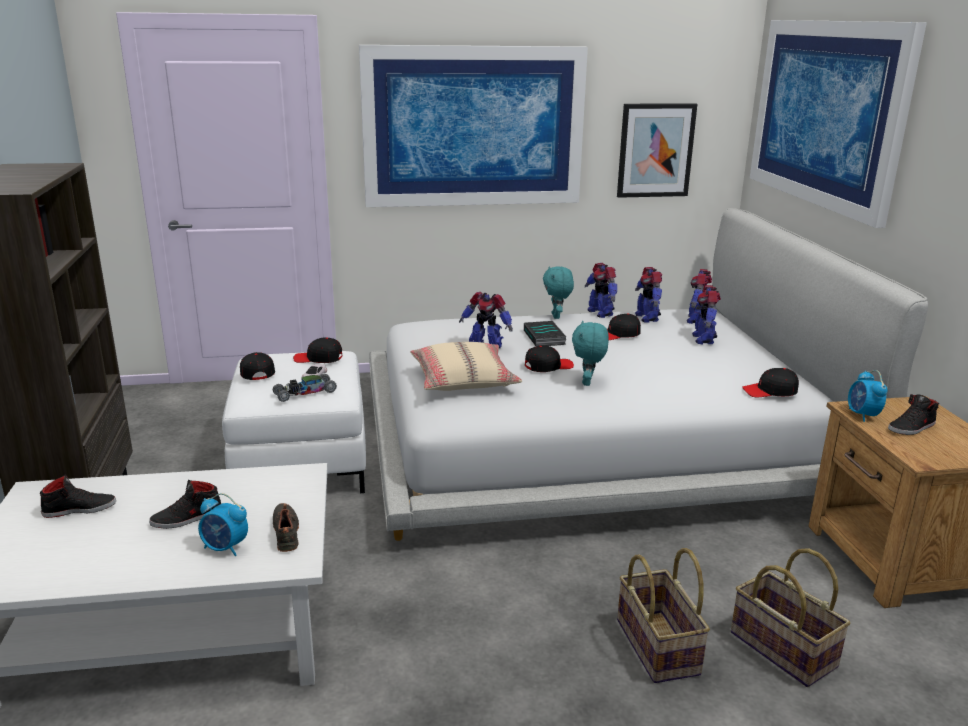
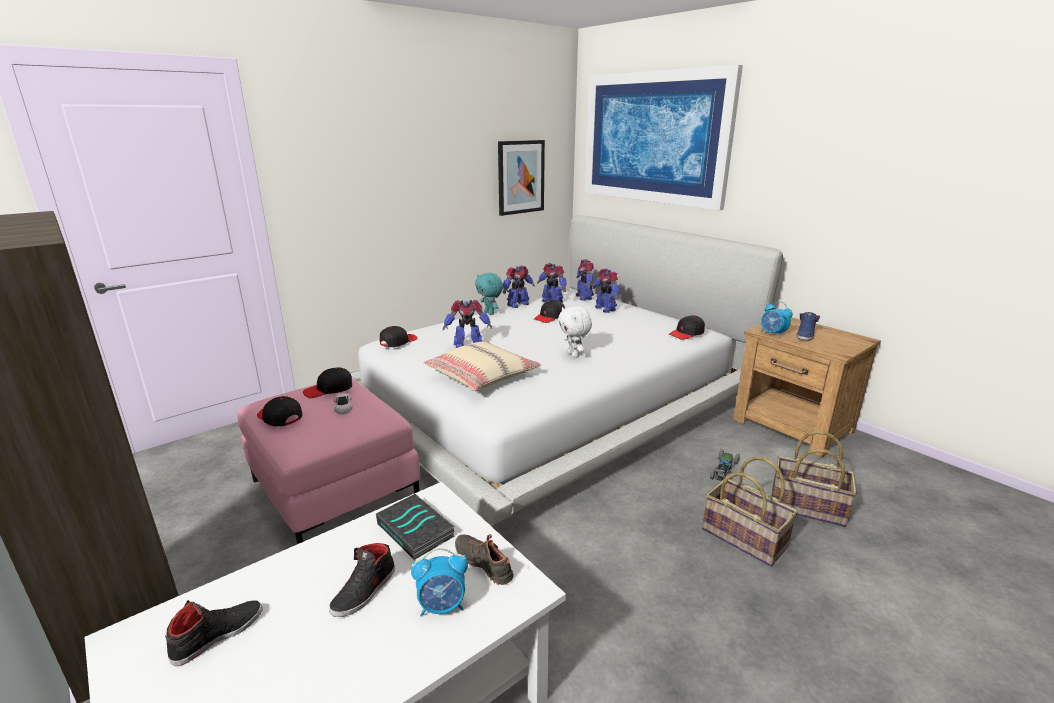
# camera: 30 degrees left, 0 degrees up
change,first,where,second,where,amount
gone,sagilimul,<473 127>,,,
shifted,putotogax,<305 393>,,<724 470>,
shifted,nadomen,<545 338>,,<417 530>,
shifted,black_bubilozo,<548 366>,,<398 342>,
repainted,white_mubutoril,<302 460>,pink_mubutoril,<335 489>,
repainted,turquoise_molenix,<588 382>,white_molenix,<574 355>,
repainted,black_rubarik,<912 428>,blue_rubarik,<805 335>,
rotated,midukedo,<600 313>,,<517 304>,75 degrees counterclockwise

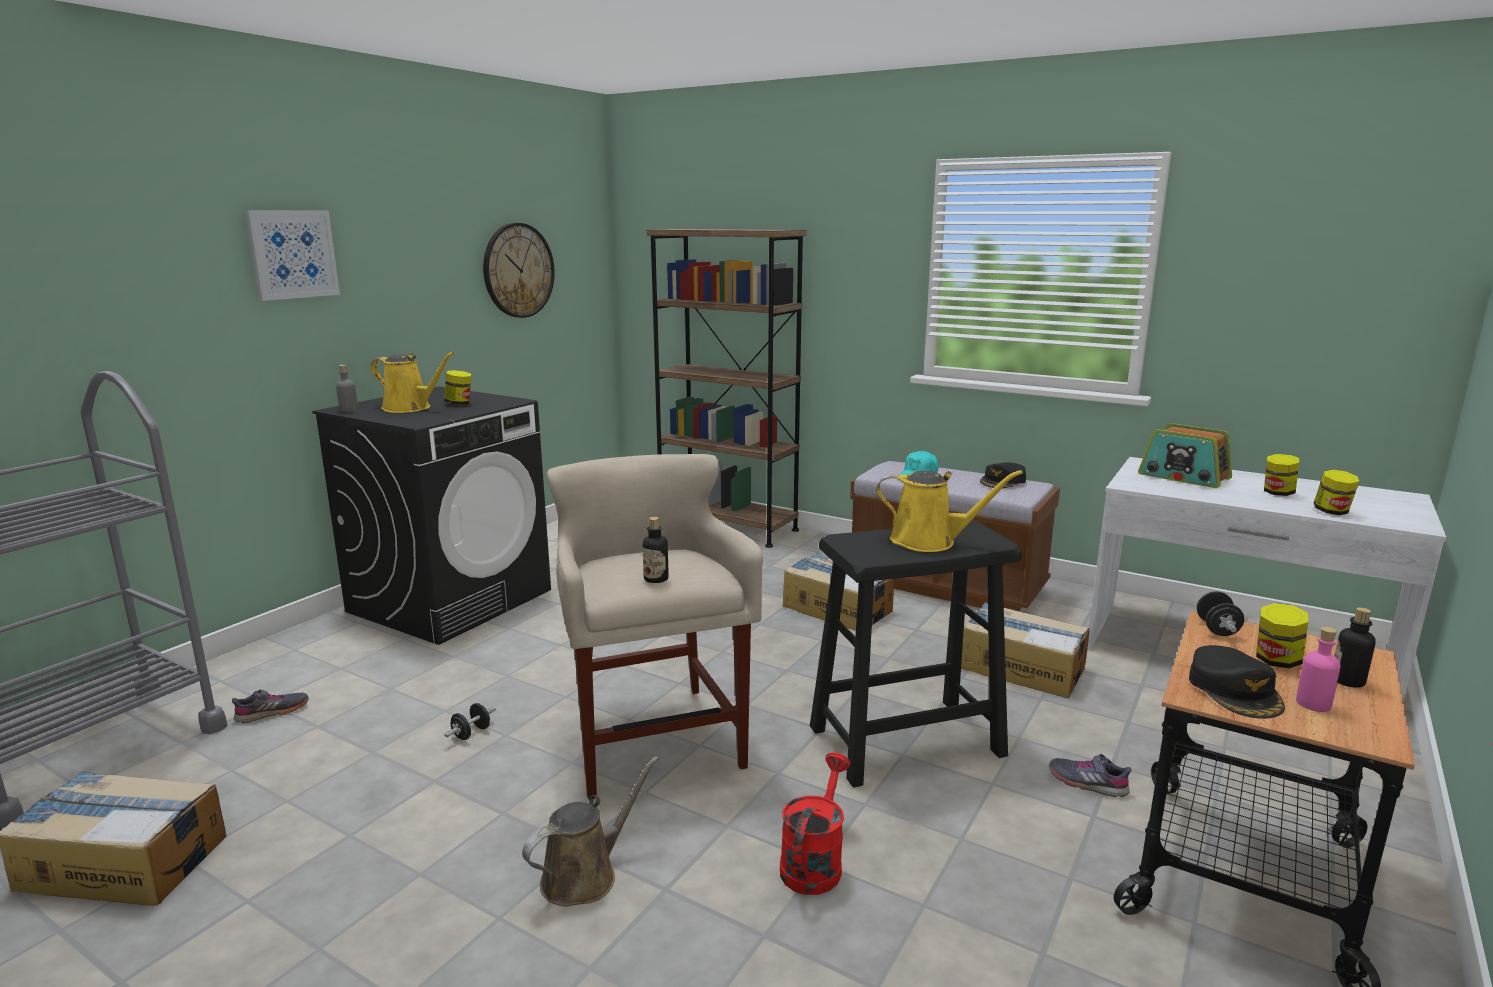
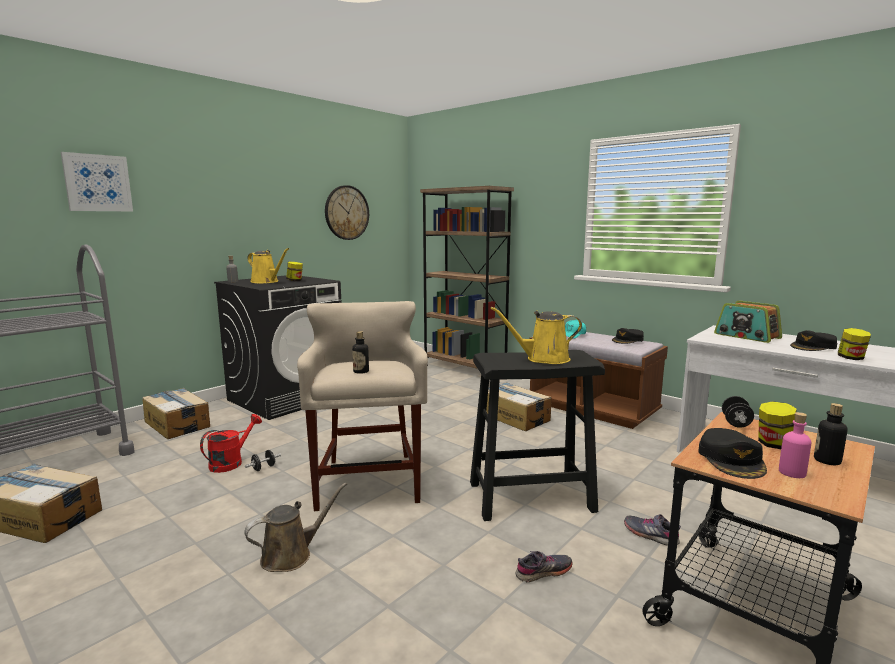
# camera: 10 degrees right, 5 degrees down
change,first,where,second,where,amount
shifted,grey_rubarik,<272 712>,,<544 572>,
shifted,sagilimul,<292 254>,,<97 183>,
shifted,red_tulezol,<814 862>,,<231 462>,
shifted,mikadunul,<1021 667>,,<177 424>,
swapped,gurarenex,<1277 493>,black_bubilozo,<813 347>,
rotated,yellow_tulezol,<929 541>,,<543 359>,150 degrees clockwise

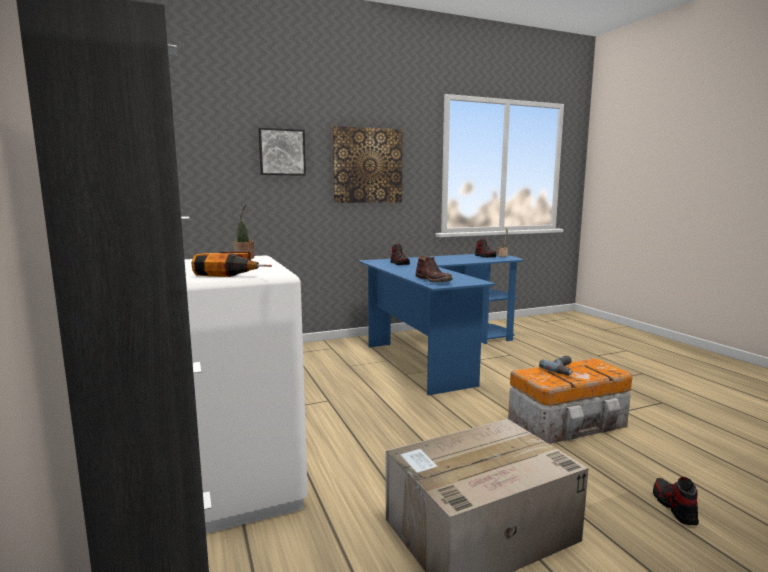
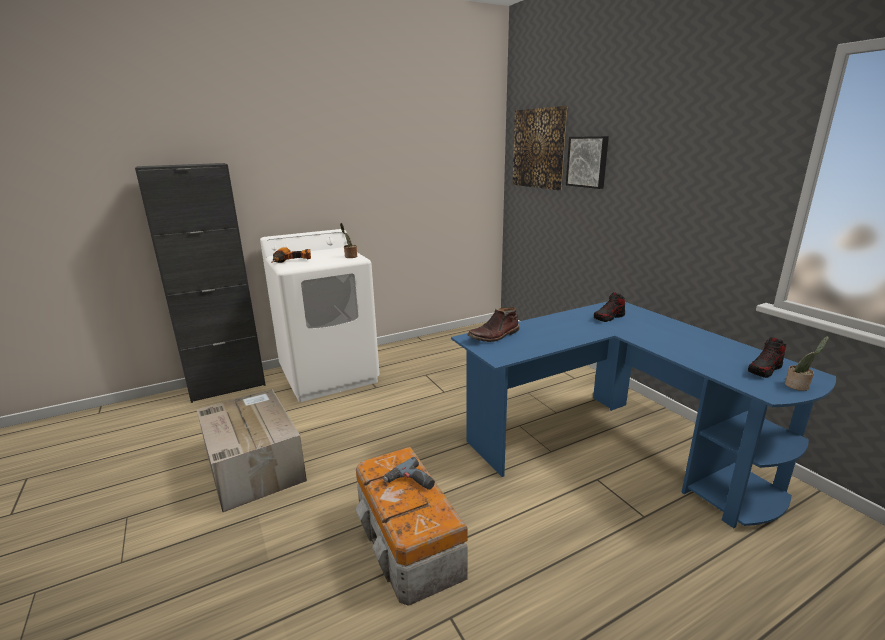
# camera: 85 degrees right, 10 degrees up
change,first,where,second,where,amount
gone,rubarik,<674 507>,,,
shifted,sagilimul,<367 165>,,<539 148>,

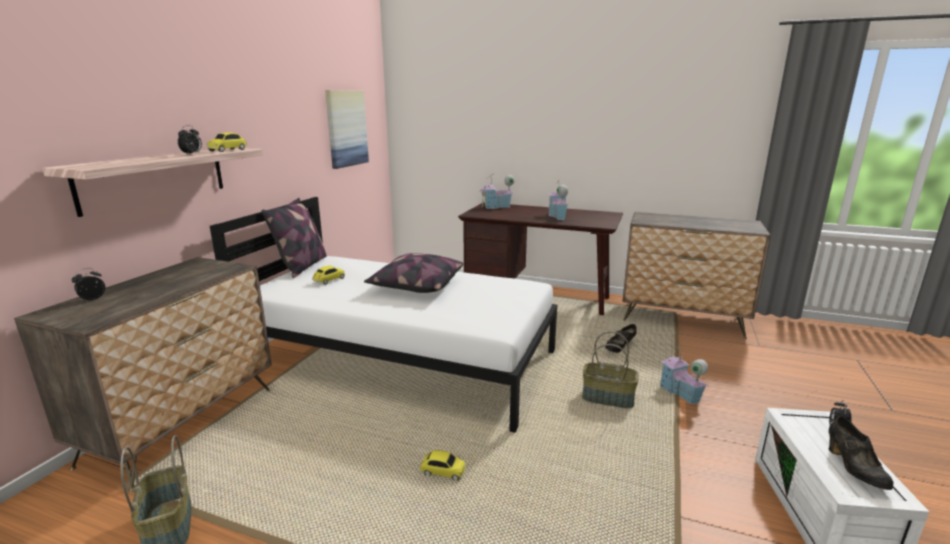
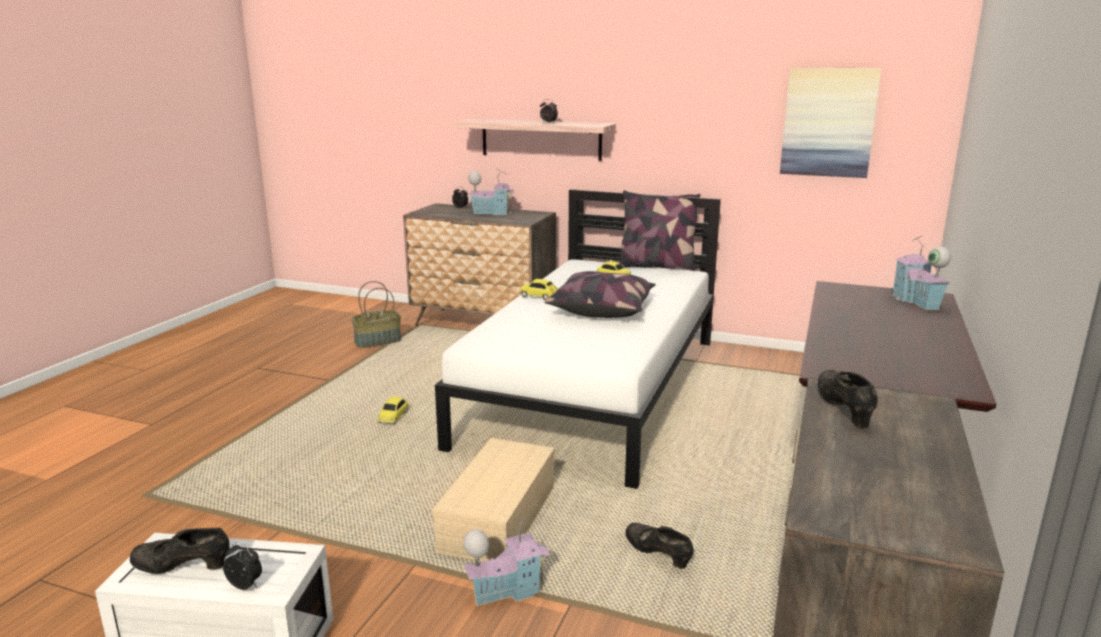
# camera: 90 degrees right, 0 degrees up
change,first,where,second,where,amount
new,,,black_rubarik,<844 411>,
shifted,putotogax,<228 150>,,<539 296>,
shifted,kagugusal,<558 216>,,<492 212>,
swapped,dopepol,<608 398>,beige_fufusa,<499 520>,

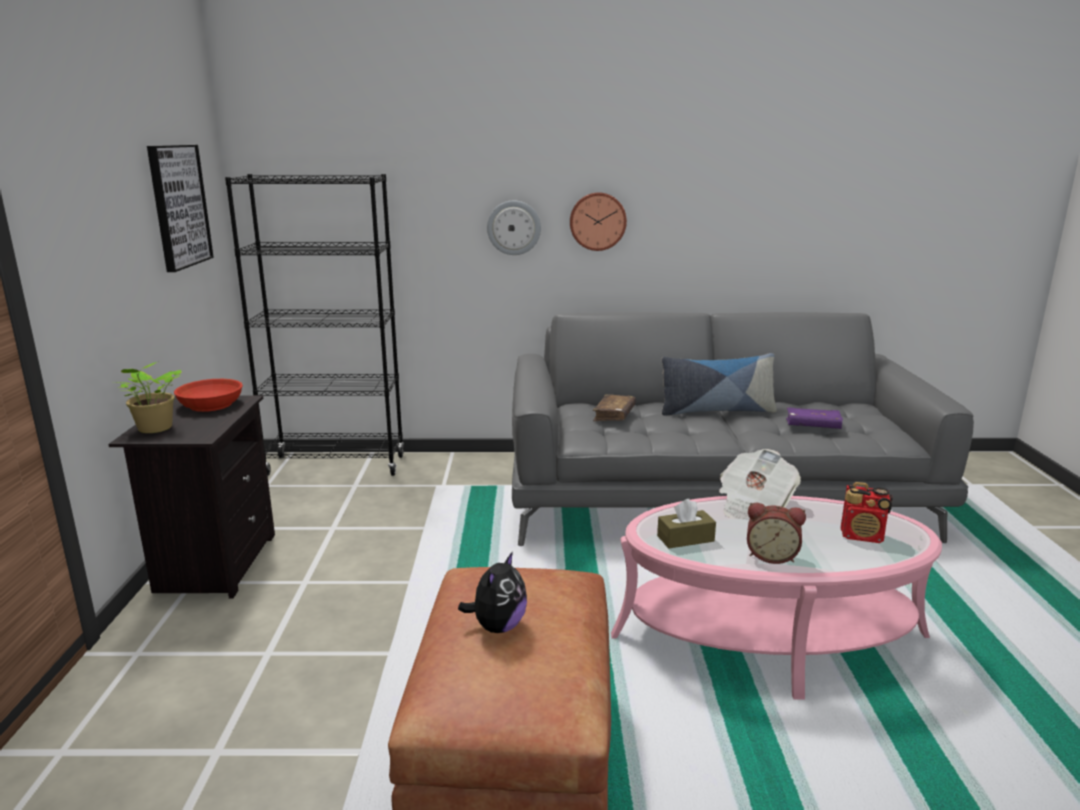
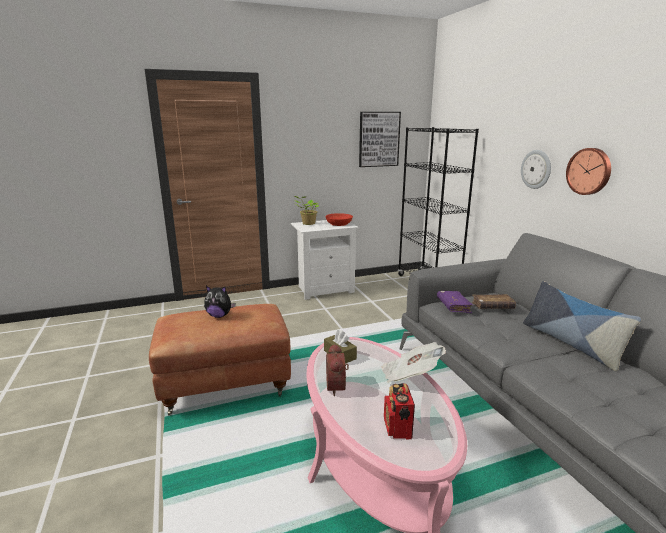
# camera: 70 degrees right, 0 degrees up
change,first,where,second,where,amount
shifted,purple_nadomen,<812 426>,,<453 306>,
repainted,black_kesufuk,<214 563>,white_kesufuk,<324 289>,

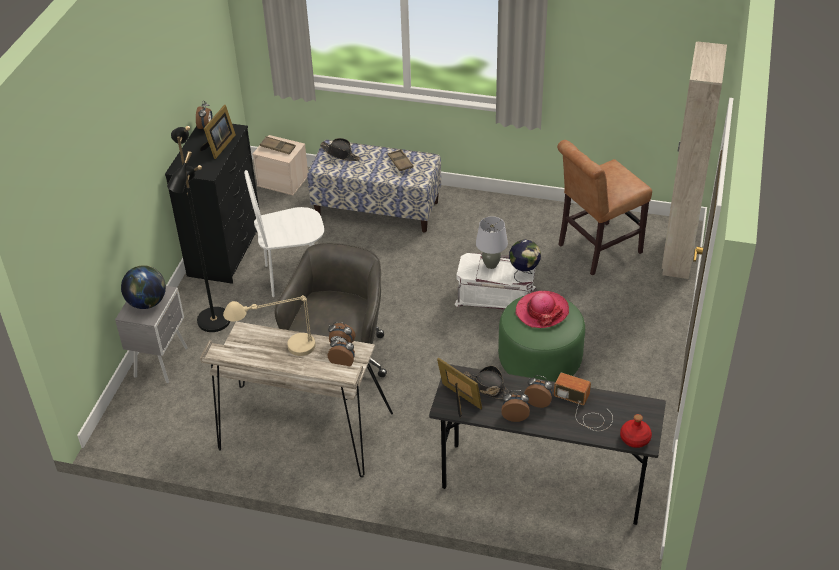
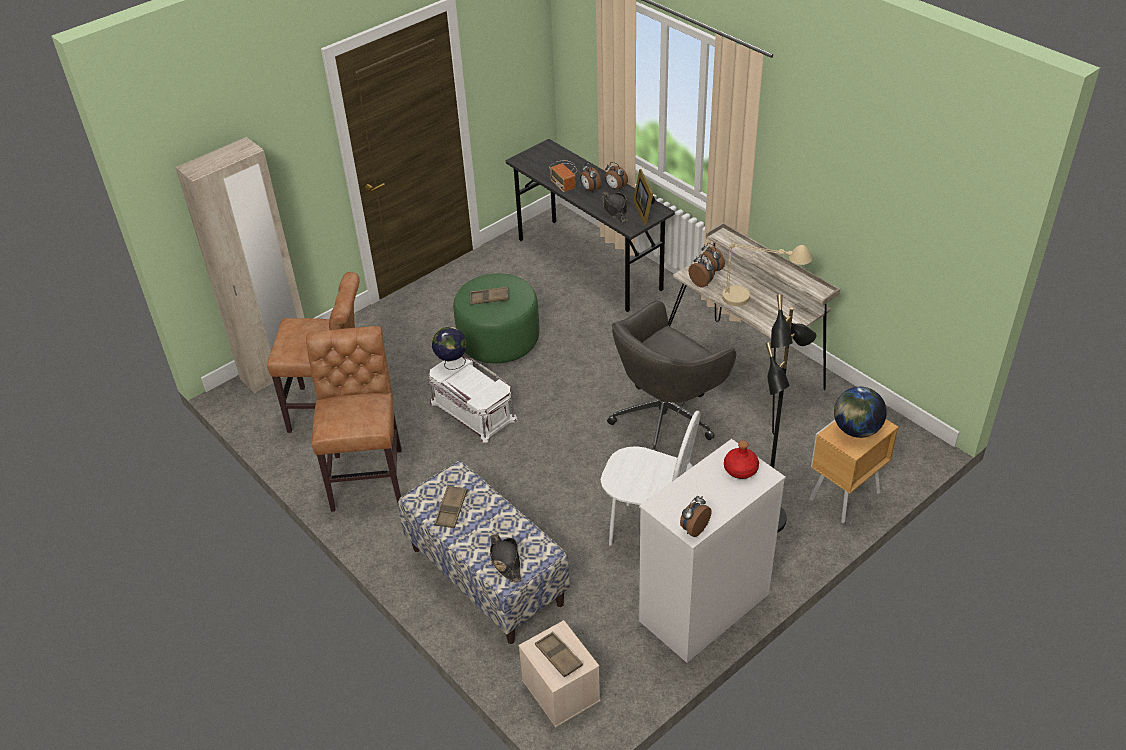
# camera: 145 degrees left, 0 degrees up
change,first,where,second,where,amount
gone,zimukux,<219 146>,,,
gone,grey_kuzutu,<491 265>,,,
new,,,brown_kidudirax,<368 475>,
shifted,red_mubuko,<635 438>,,<740 469>,
swapped,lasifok,<542 311>,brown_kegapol,<489 298>,
repainted,grey_kesufuk,<162 362>,brown_kesufuk,<842 497>,
repainted,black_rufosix,<225 251>,white_rufosix,<703 608>,

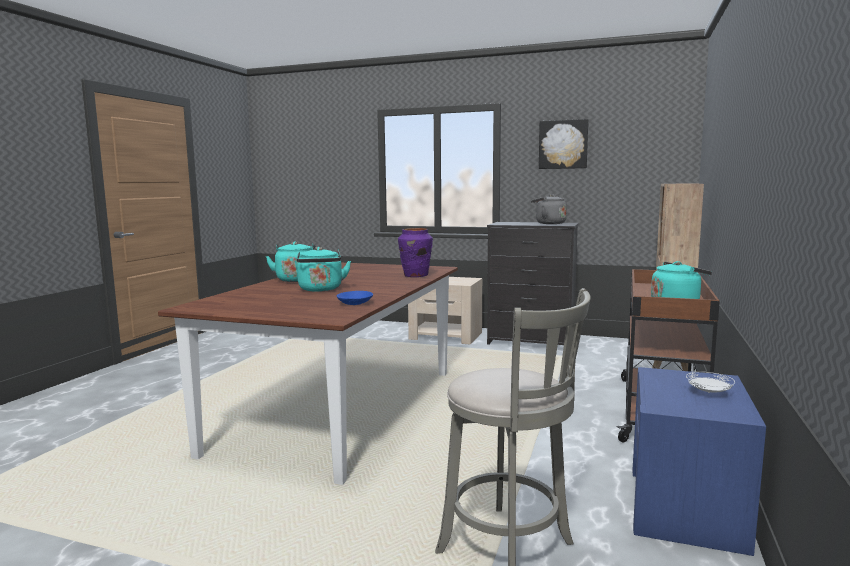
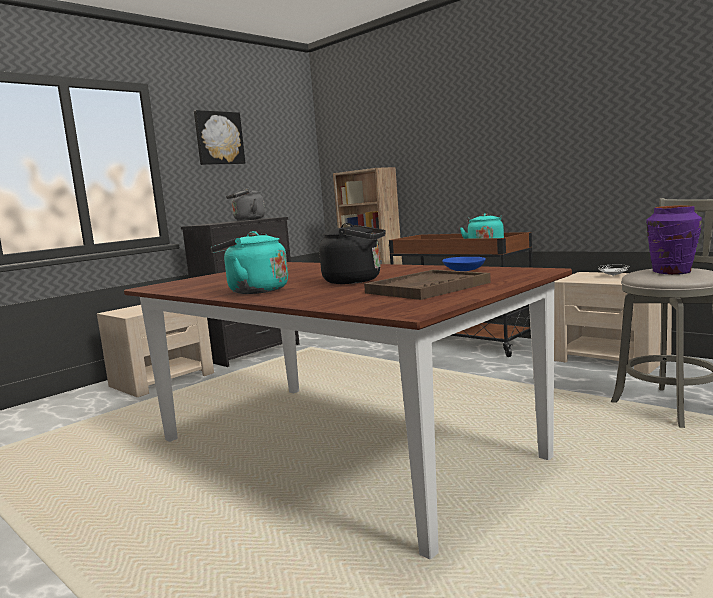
# camera: 65 degrees left, 0 degrees up
change,first,where,second,where,amount
new,,,brown_kegapol,<427 288>,
shifted,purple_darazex,<415 275>,,<672 272>,
repainted,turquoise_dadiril,<321 289>,black_dadiril,<356 281>,
repainted,blue_kesufuk,<685 506>,beige_kesufuk,<612 358>,

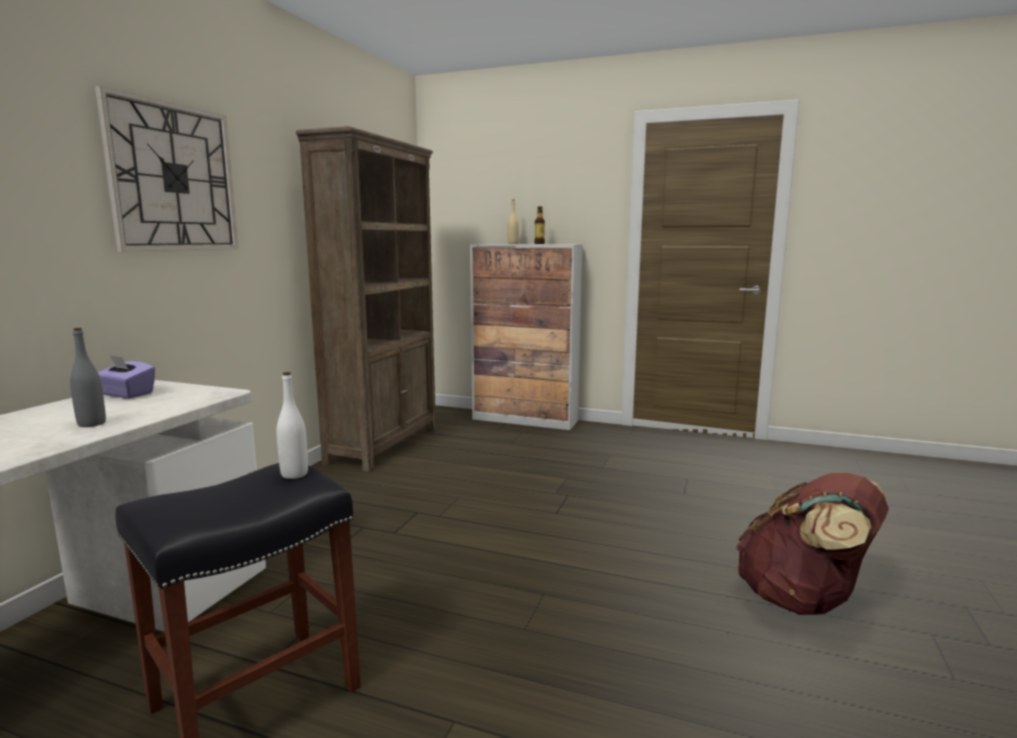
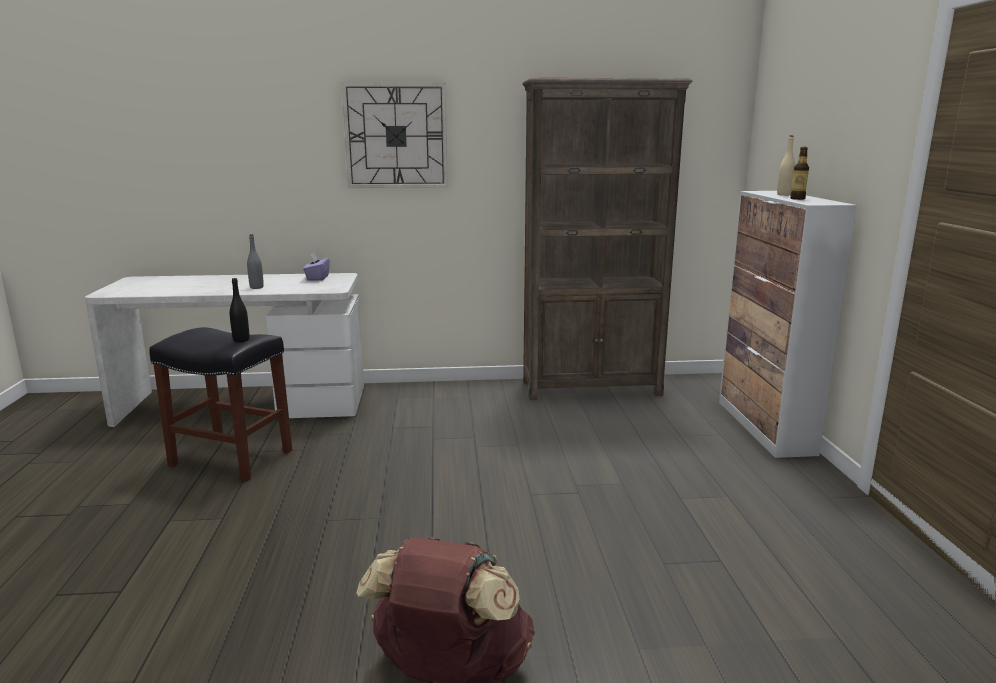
# camera: 65 degrees right, 5 degrees up
change,first,where,second,where,amount
repainted,white_mubuko,<294 474>,black_mubuko,<241 340>,

